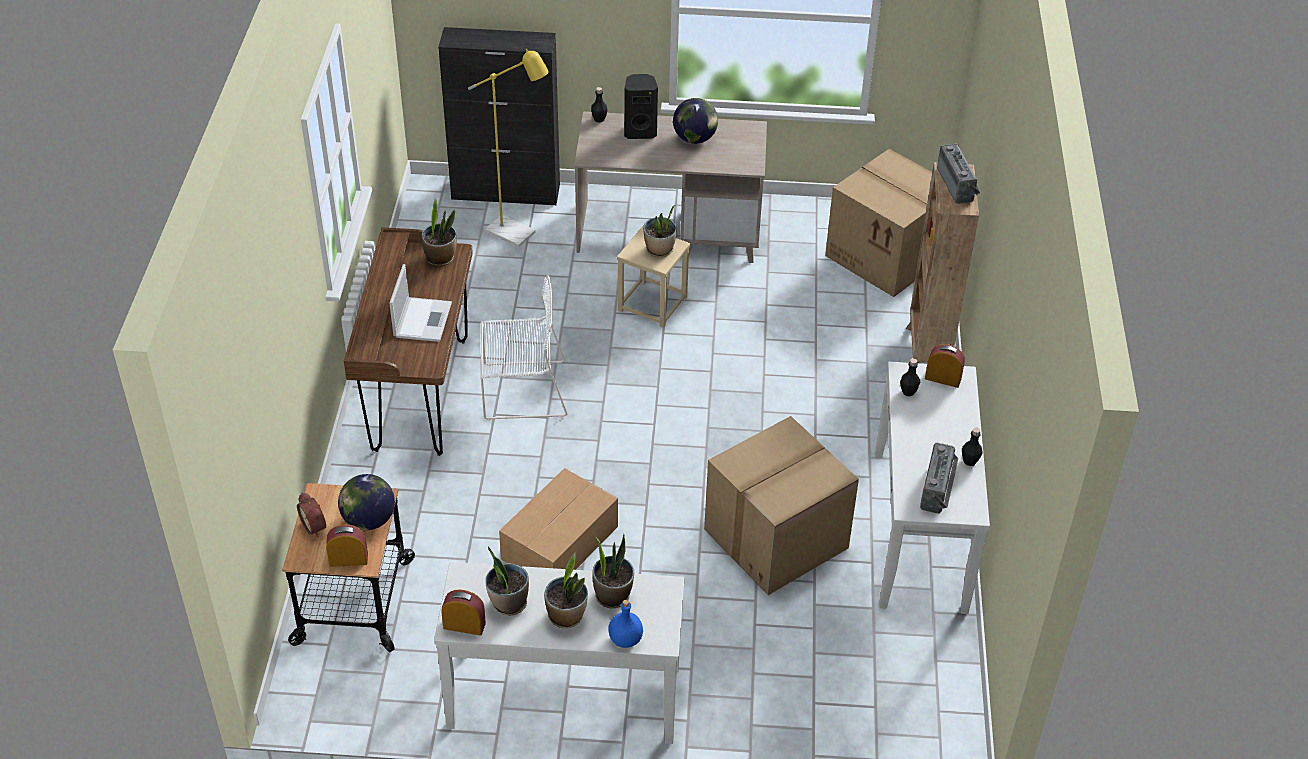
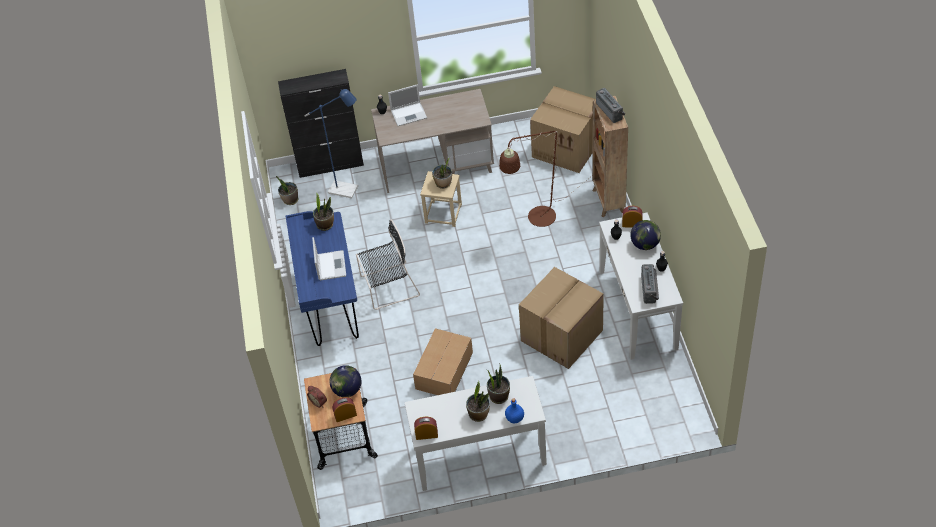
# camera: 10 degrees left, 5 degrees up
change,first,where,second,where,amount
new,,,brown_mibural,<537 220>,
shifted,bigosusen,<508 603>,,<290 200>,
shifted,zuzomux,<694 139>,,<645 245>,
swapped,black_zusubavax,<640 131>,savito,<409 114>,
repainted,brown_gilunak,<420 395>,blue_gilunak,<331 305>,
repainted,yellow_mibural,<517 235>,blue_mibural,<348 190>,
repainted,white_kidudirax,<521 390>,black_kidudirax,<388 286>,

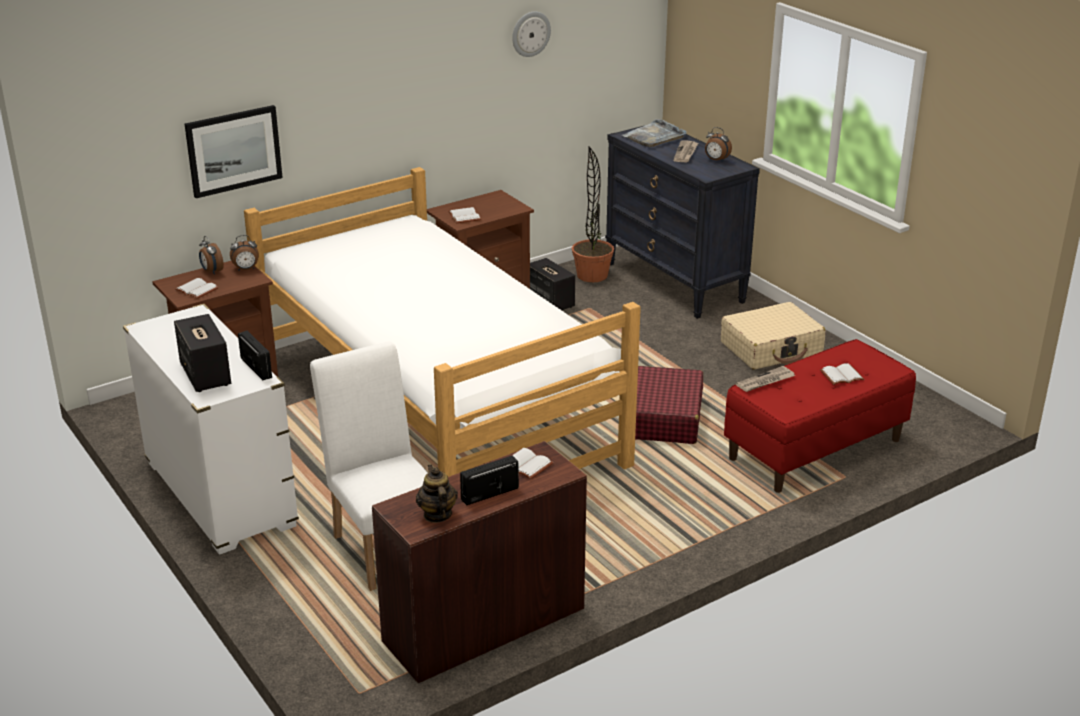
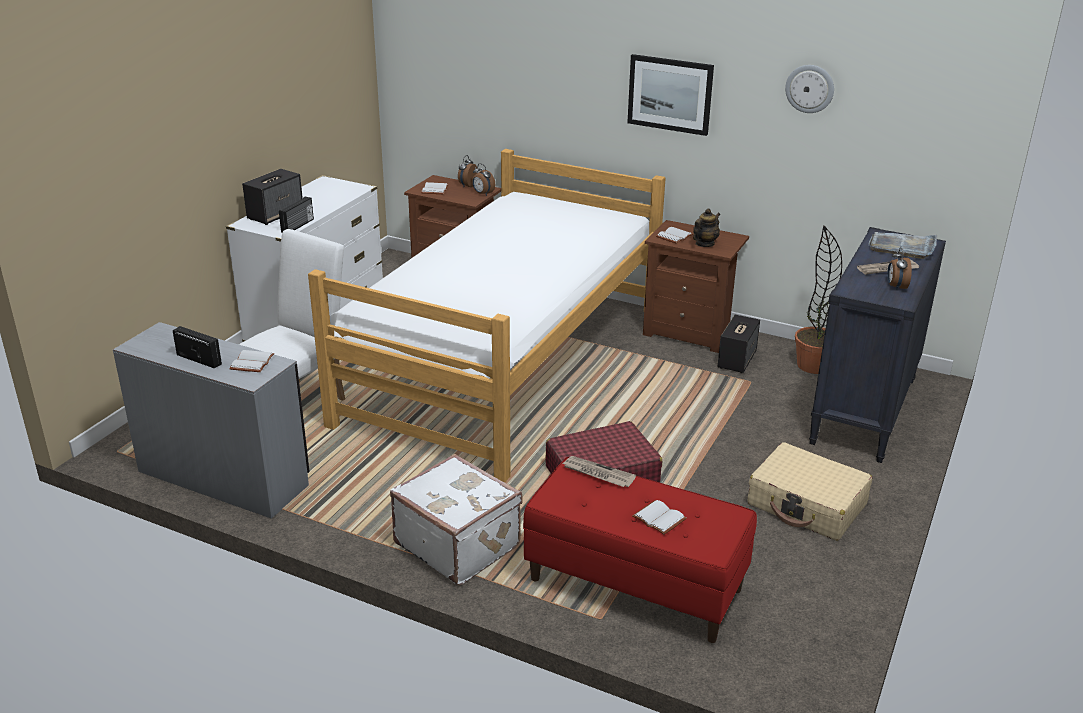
# camera: 60 degrees right, 0 degrees up
change,first,where,second,where,amount
new,,,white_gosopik,<458 544>,
shifted,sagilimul,<233 150>,,<670 94>,
shifted,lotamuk,<437 515>,,<704 244>,
repainted,brown_gilunak,<482 624>,grey_gilunak,<224 477>,

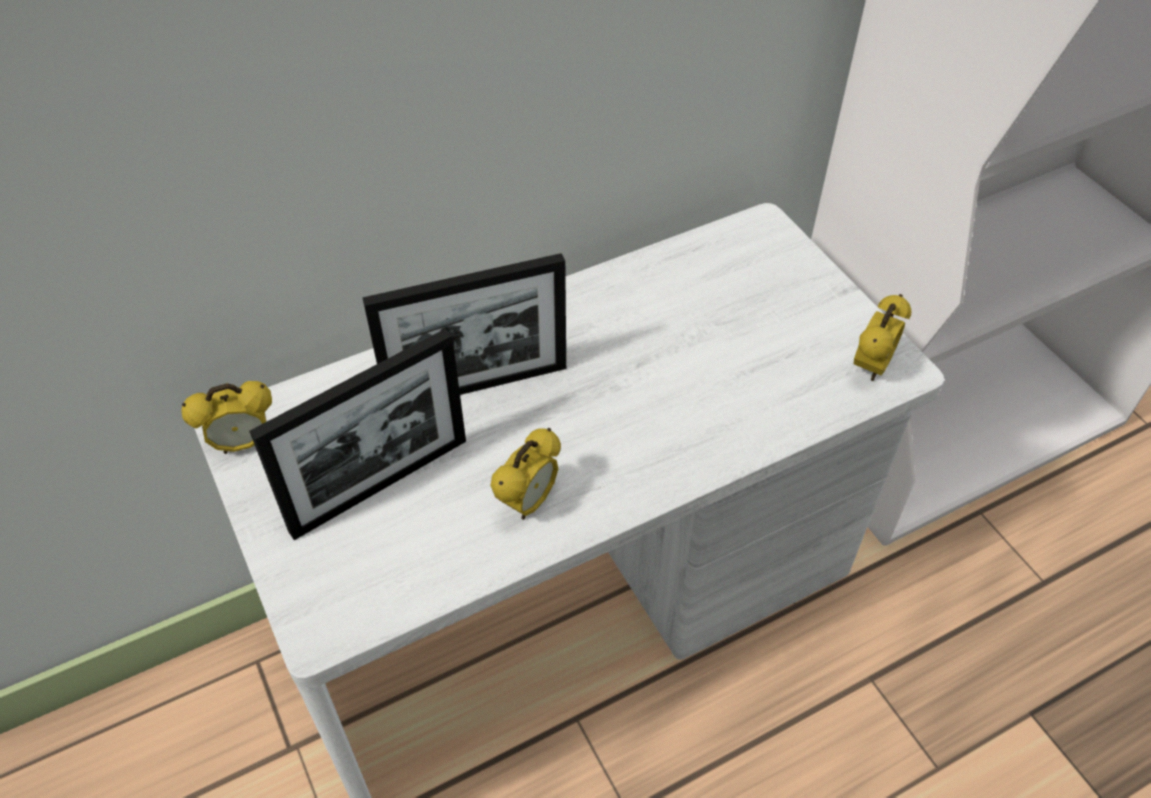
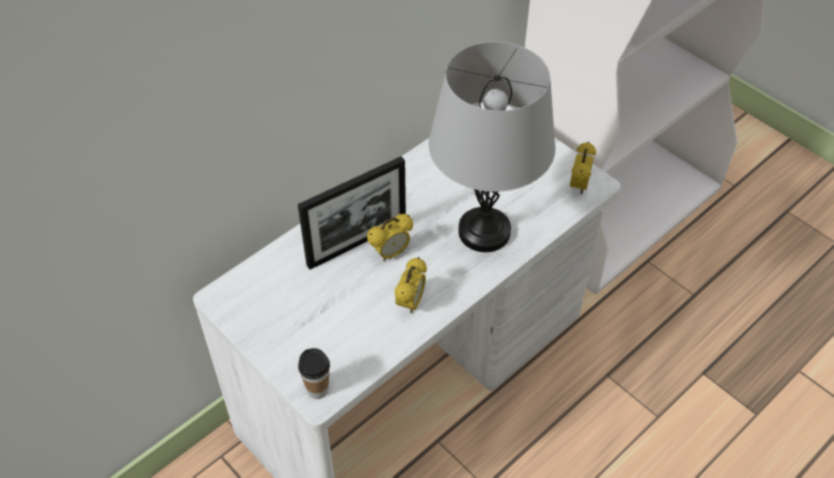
# camera: 15 degrees left, 0 degrees up
change,first,where,second,where,amount
gone,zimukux,<380 485>,,,
new,,,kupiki,<317 389>,
new,,,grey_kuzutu,<484 232>,
shifted,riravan,<242 443>,,<390 253>,

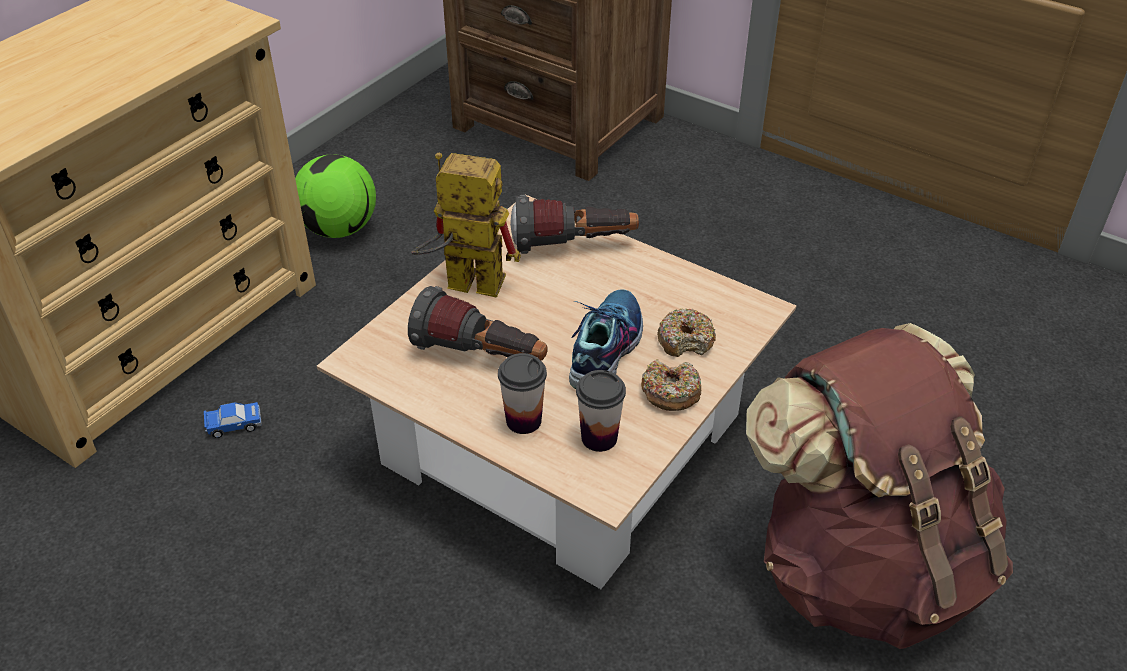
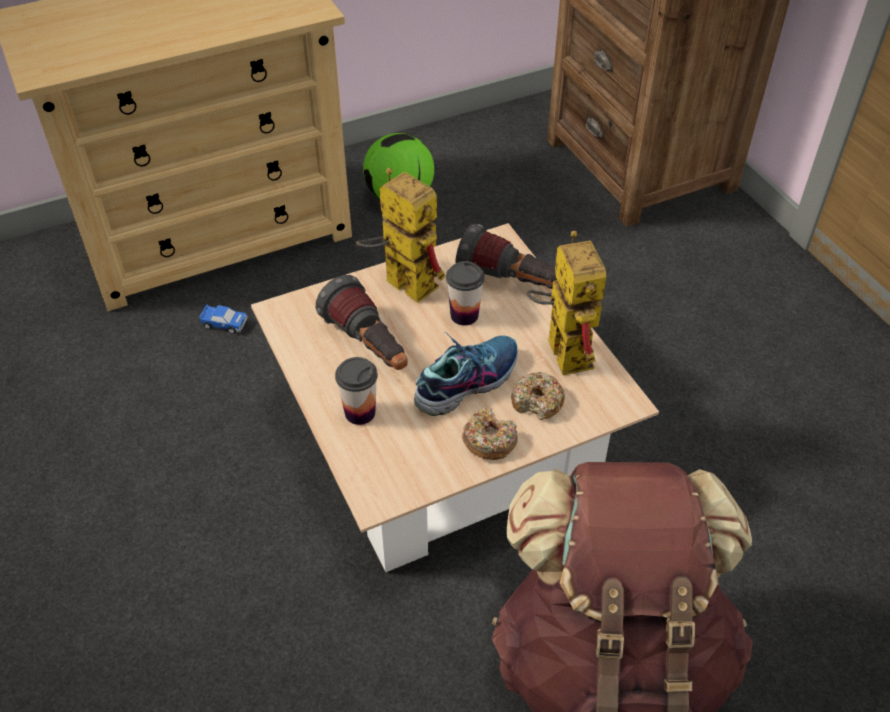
# camera: 30 degrees right, 5 degrees up
change,first,where,second,where,amount
new,,,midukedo,<561 347>,
shifted,kupiki,<599 438>,,<464 315>,

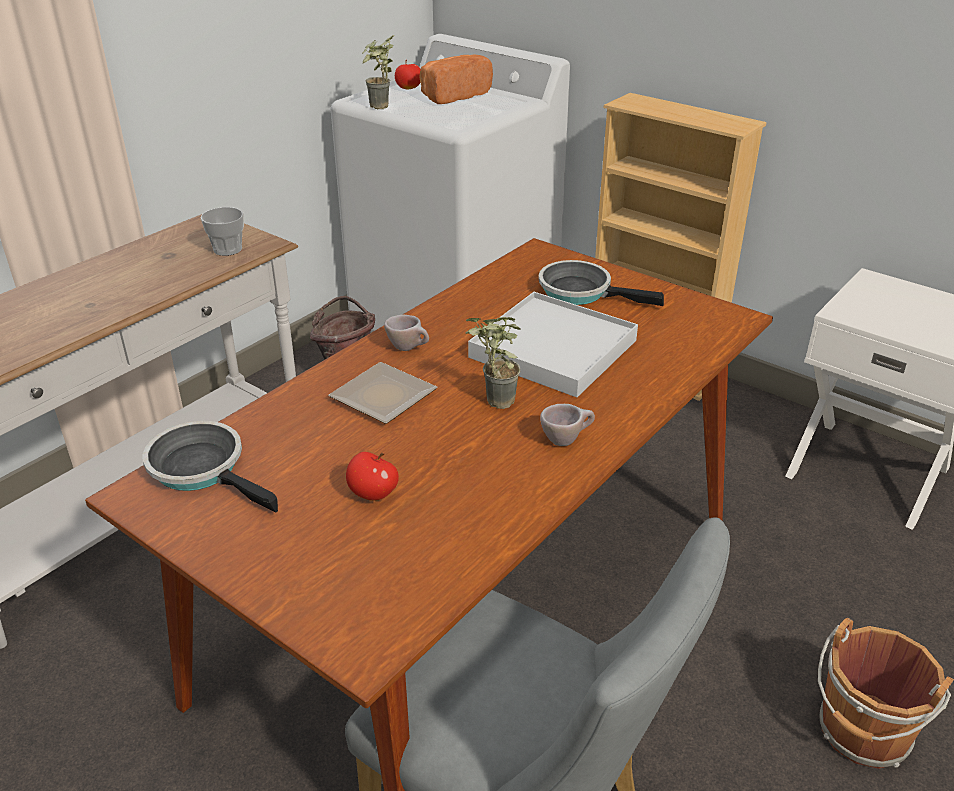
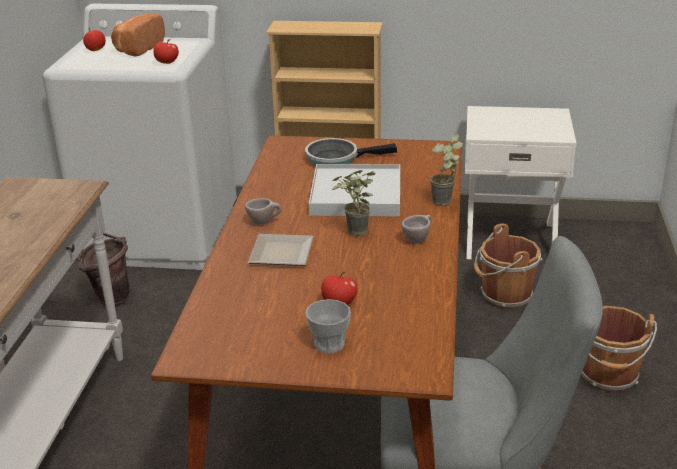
# camera: 30 degrees left, 5 degrees down
change,first,where,second,where,amount
gone,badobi,<203 469>,,,
new,,,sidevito,<167 63>,
new,,,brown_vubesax,<504 296>,
shifted,kupiki,<227 249>,,<329 344>,
shifted,bigosusen,<379 108>,,<445 204>,

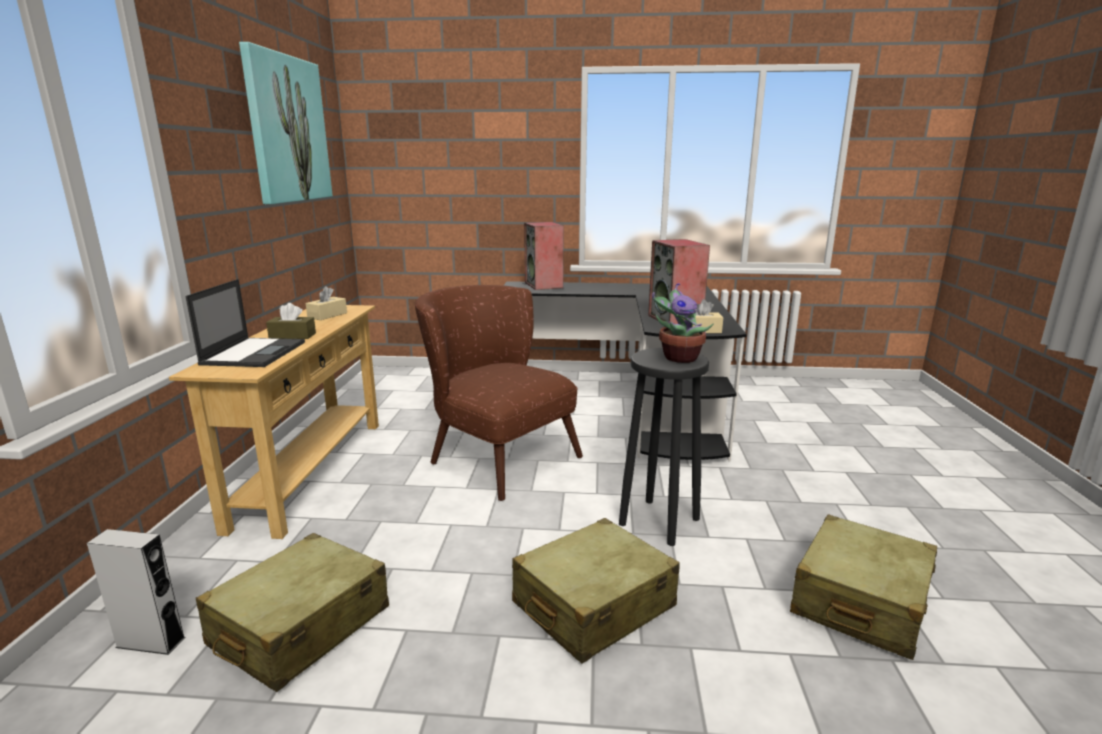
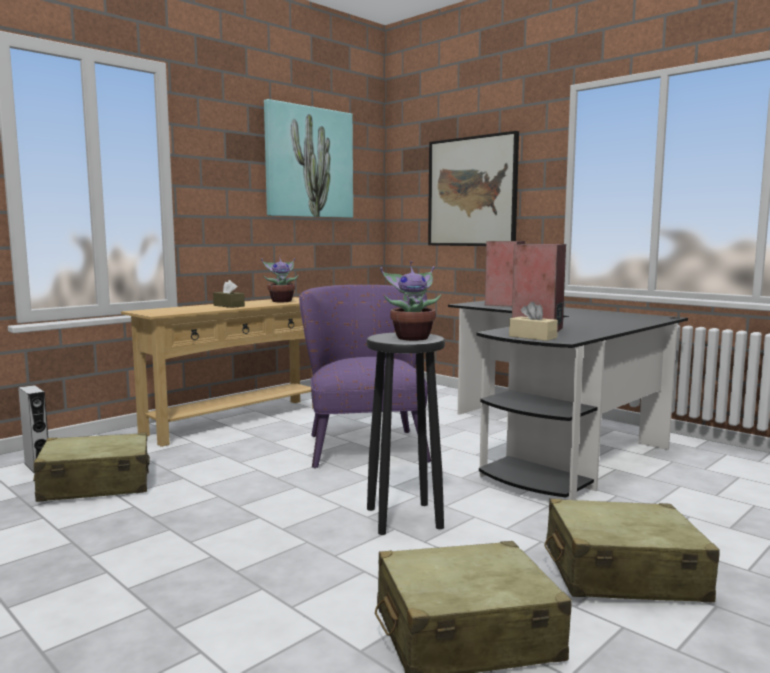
# camera: 40 degrees right, 10 degrees down
change,first,where,second,where,amount
gone,savito,<254 353>,,,
new,,,sagilimul,<472 192>,
shifted,beige_gosopik,<593 605>,,<622 573>,
swapped,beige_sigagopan,<327 315>,bigosusen,<281 301>,
repainted,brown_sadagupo,<495 455>,purple_sadagupo,<365 443>,

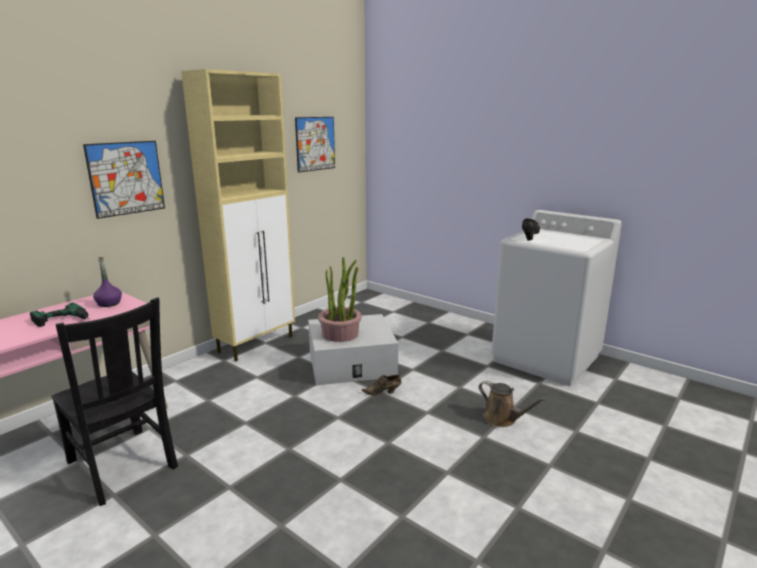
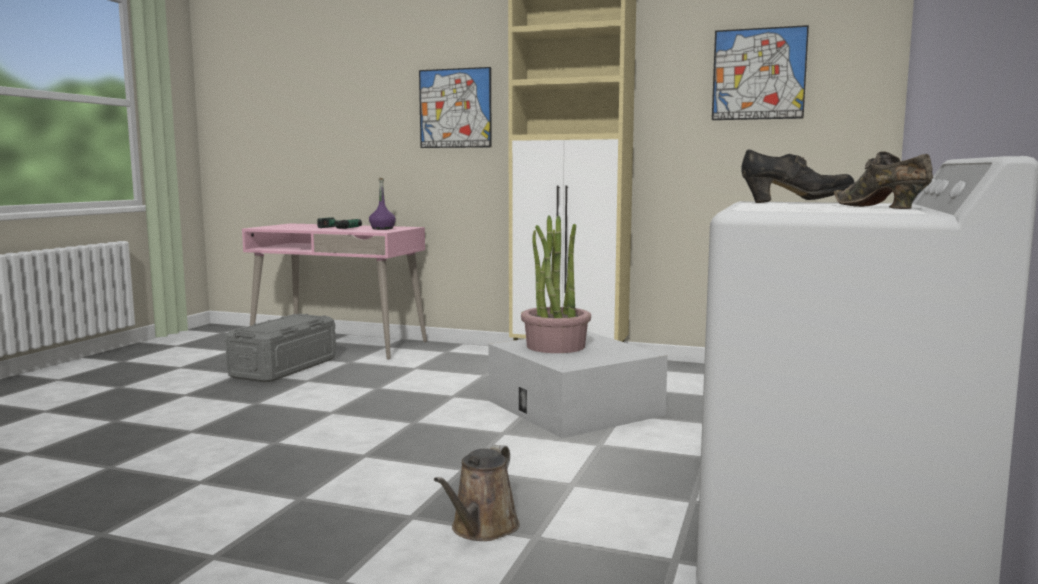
# camera: 70 degrees right, 10 degrees down
change,first,where,second,where,amount
shifted,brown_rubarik,<383 393>,,<881 207>,
swapped,black_kidudirax,<123 466>,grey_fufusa,<284 367>,

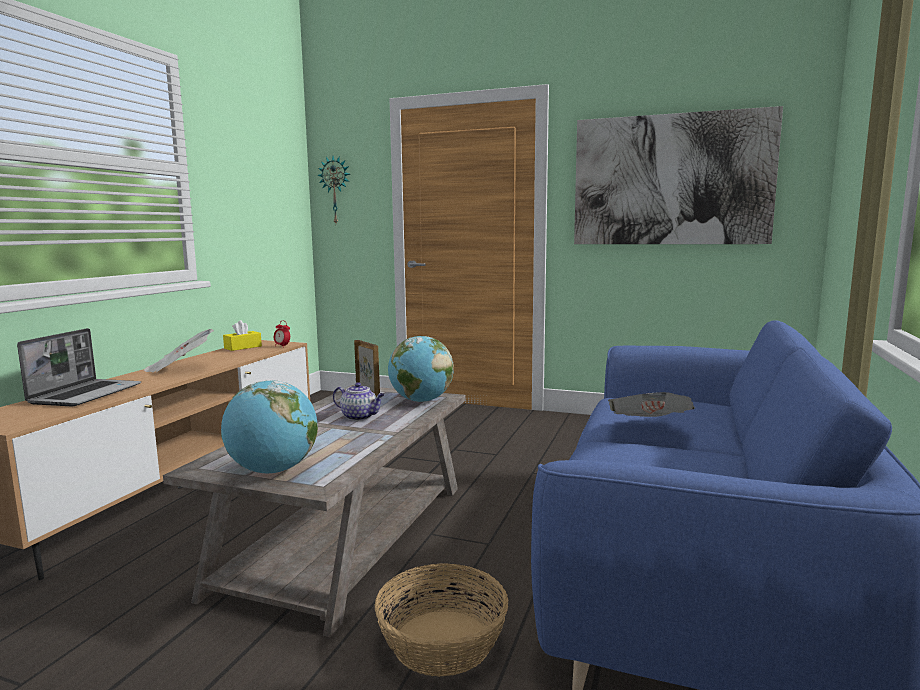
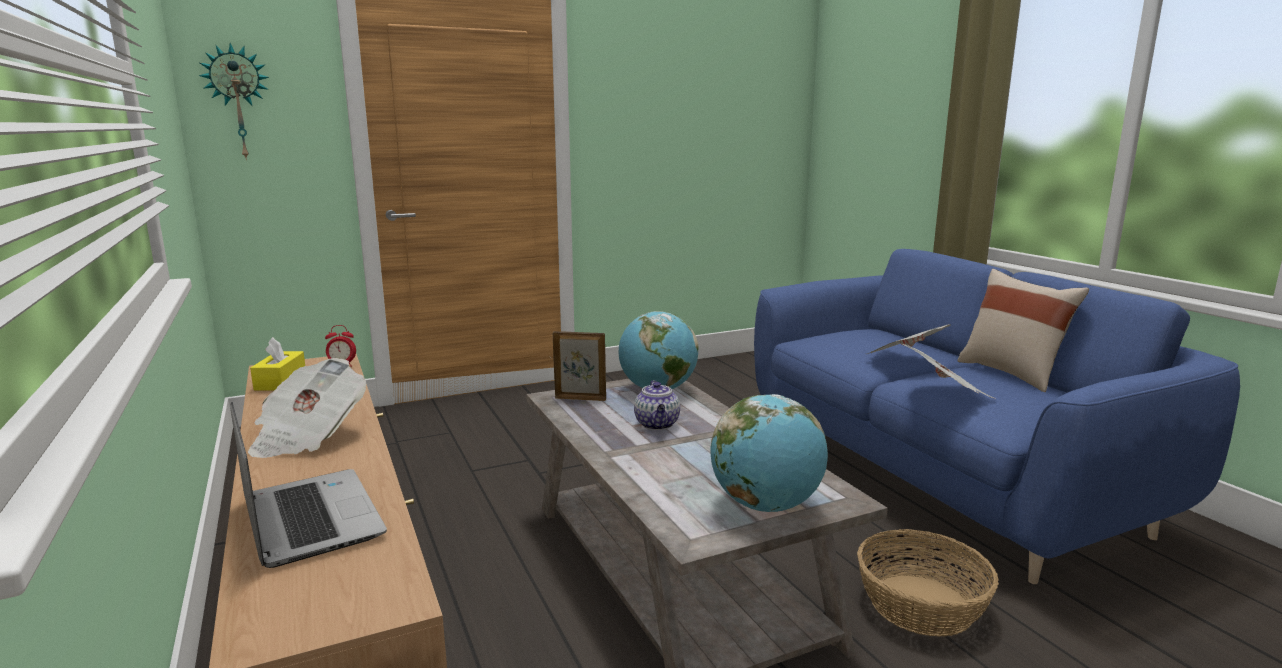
# camera: 45 degrees left, 5 degrees up
change,first,where,second,where,amount
gone,sagilimul,<671 180>,,,
new,,,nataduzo,<945 394>,
new,,,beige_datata,<1012 374>,
rotated,lotamuk,<360 417>,,<657 425>,105 degrees clockwise

